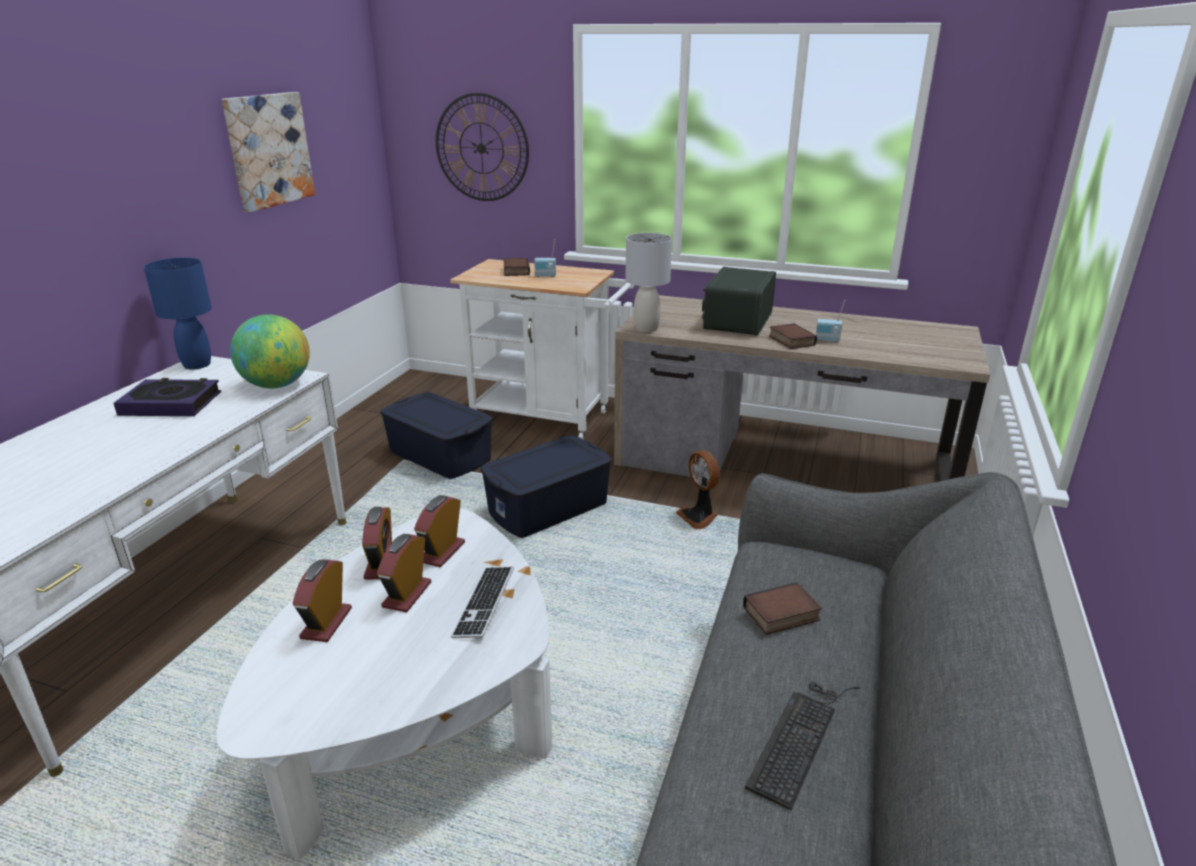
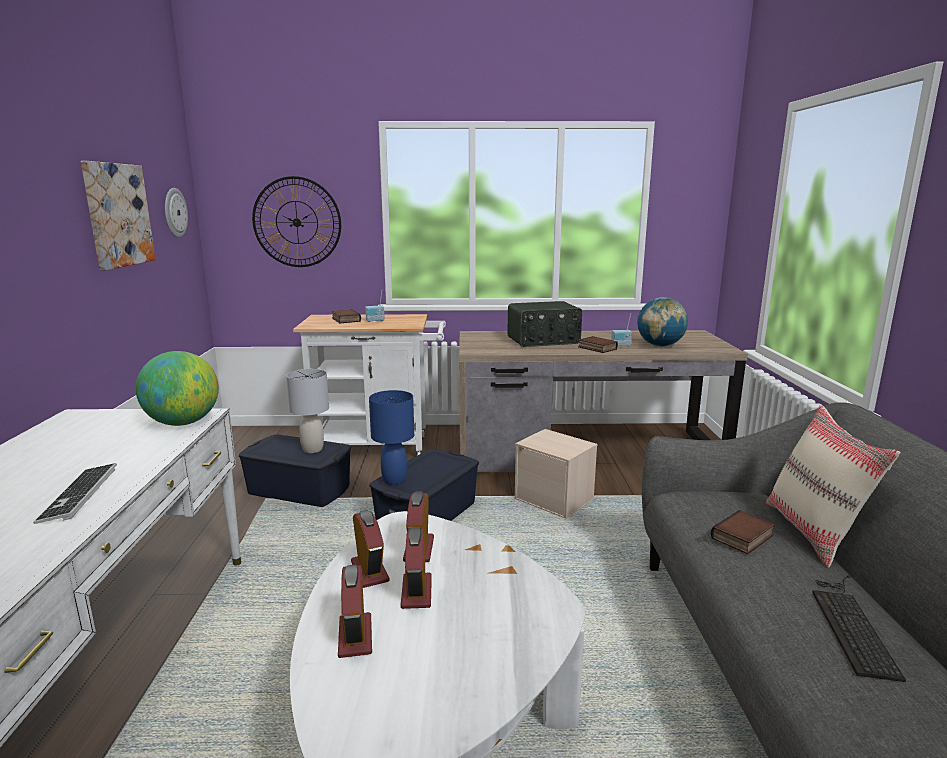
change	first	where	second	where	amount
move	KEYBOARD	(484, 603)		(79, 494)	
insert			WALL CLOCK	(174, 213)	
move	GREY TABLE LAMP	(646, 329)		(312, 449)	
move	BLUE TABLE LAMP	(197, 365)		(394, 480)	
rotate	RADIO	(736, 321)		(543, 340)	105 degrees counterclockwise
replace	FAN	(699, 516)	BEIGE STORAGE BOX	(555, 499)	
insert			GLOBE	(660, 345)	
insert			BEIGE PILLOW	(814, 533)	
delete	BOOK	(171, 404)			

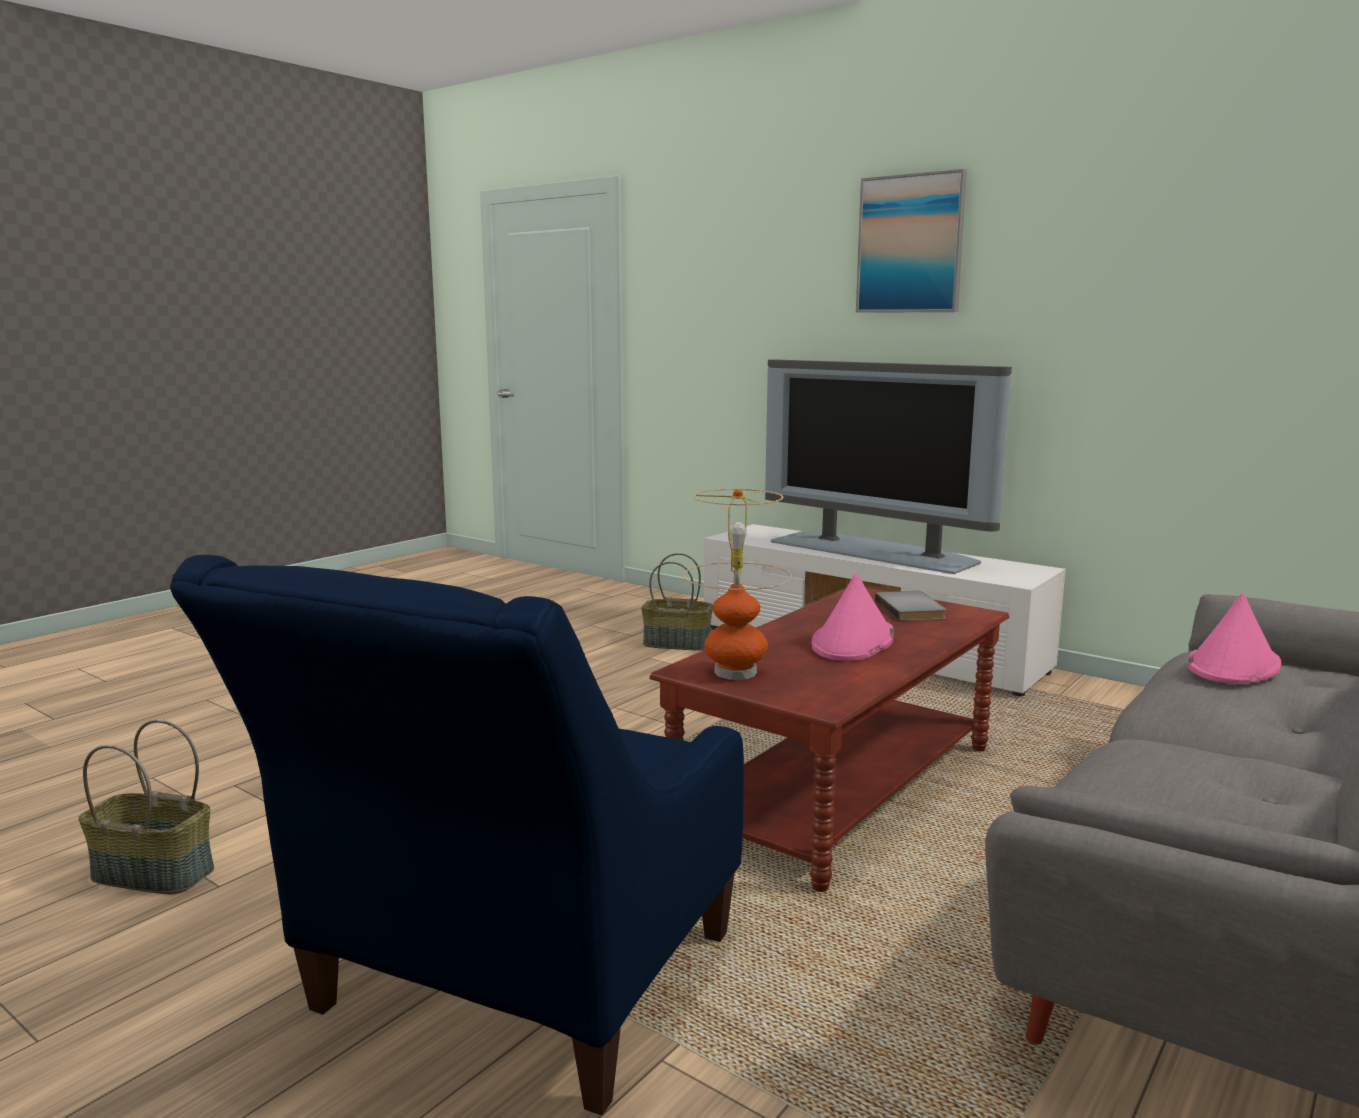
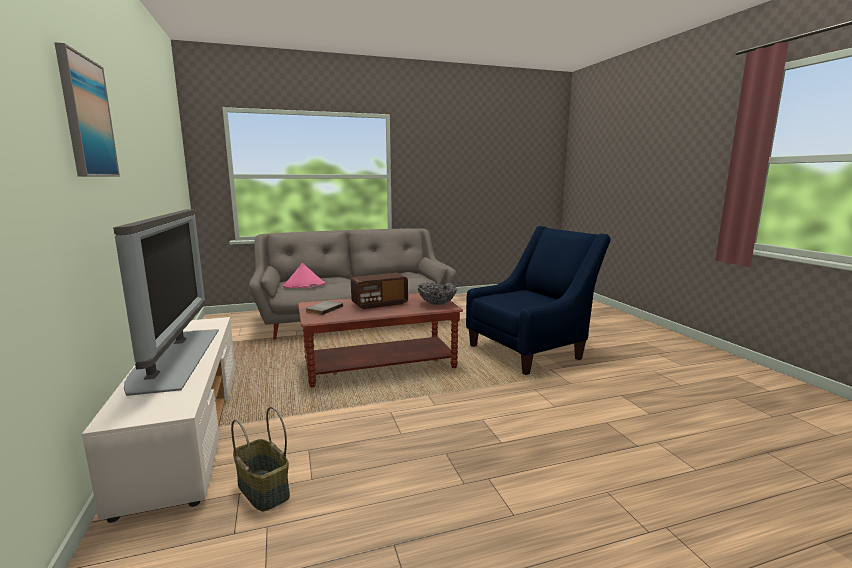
change	first	where	second	where	amount
replace	PINK HAT	(853, 642)	RADIO	(379, 304)	
replace	TABLE LAMP	(736, 672)	BOWL	(437, 303)	
delete	BASKET	(150, 874)			

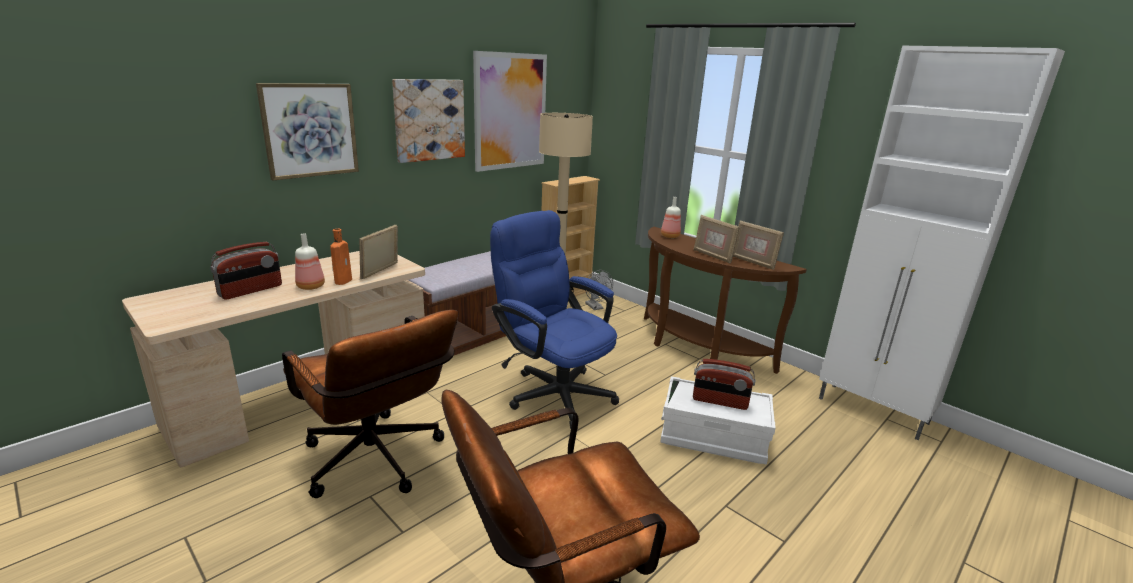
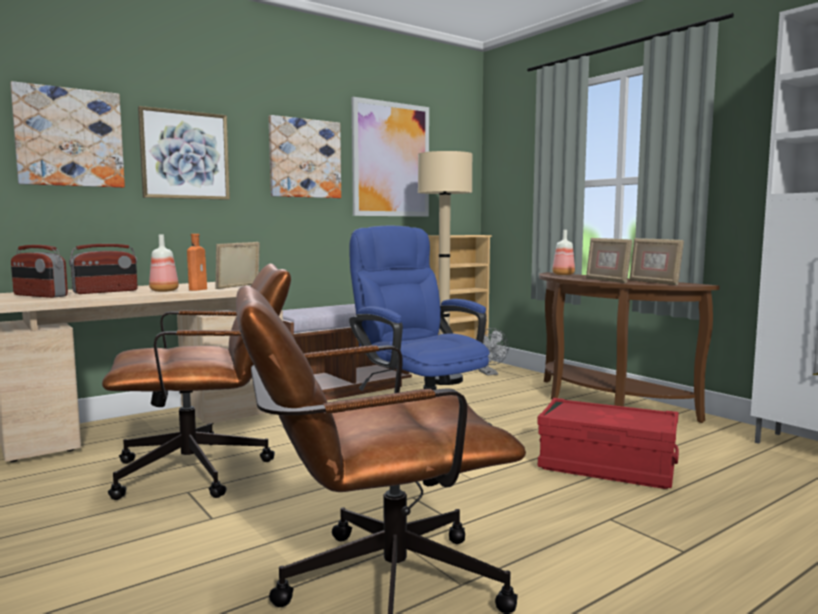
change	first	where	second	where	amount
insert			PICTURE	(69, 137)	
move	RADIO	(719, 402)		(40, 296)	
rotate	BROWN OFFICE CHAIR	(378, 463)		(206, 470)	75 degrees counterclockwise
recolor	WHITE STORAGE BOX	(713, 437)	RED STORAGE BOX	(606, 467)	

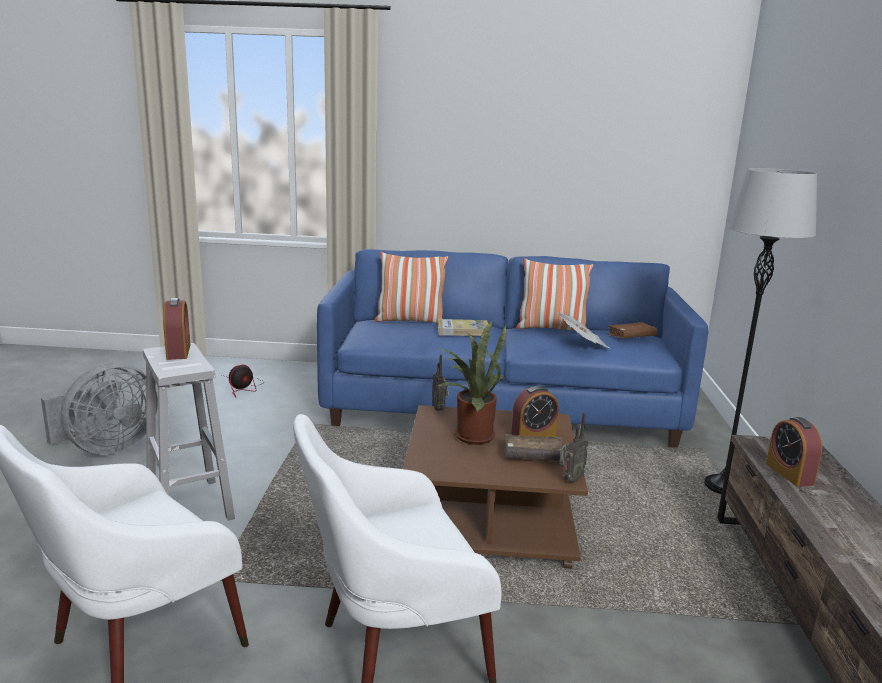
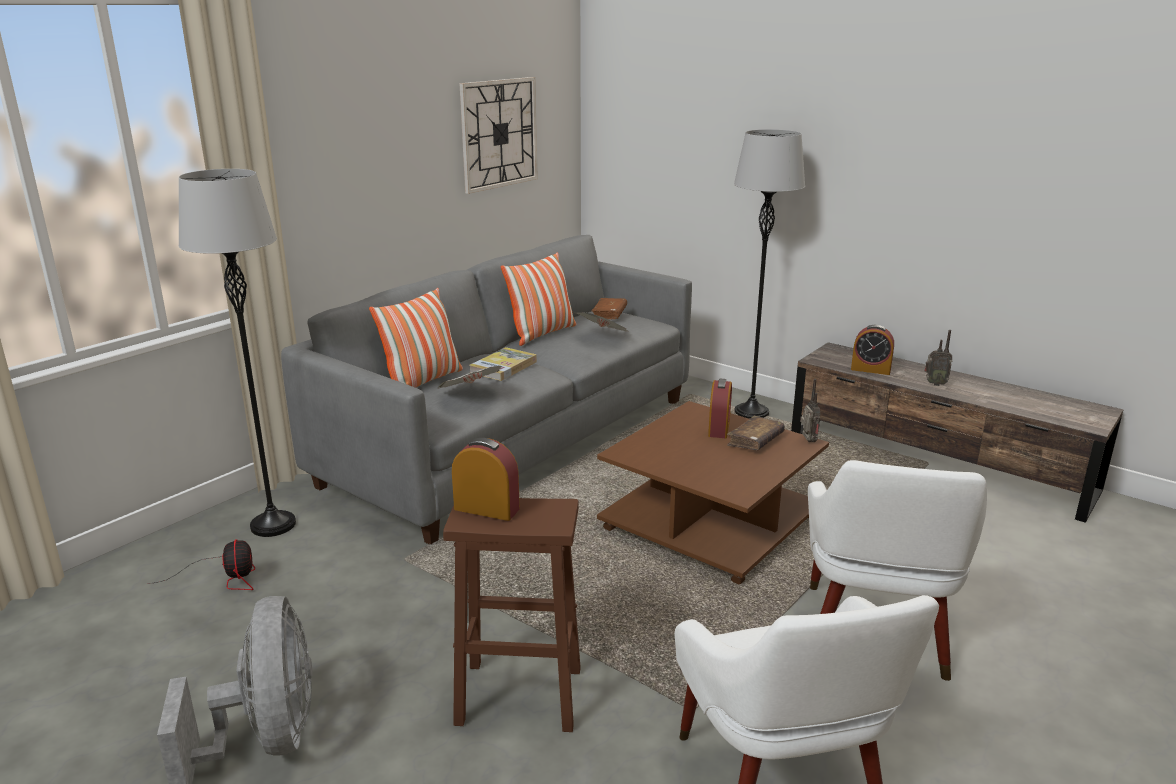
change	first	where	second	where	amount
insert			GREY FLOOR LAMP	(273, 525)	
recolor	BLUE SOFA	(501, 408)	GREY SOFA	(514, 441)	
insert			NEWSPAPER	(470, 394)	
recolor	WHITE STOOL	(189, 505)	BROWN STOOL	(517, 696)	
insert			WALL CLOCK	(499, 134)	
move	RADIO	(439, 409)		(934, 383)	
delete	POTTED PLANT	(470, 435)			

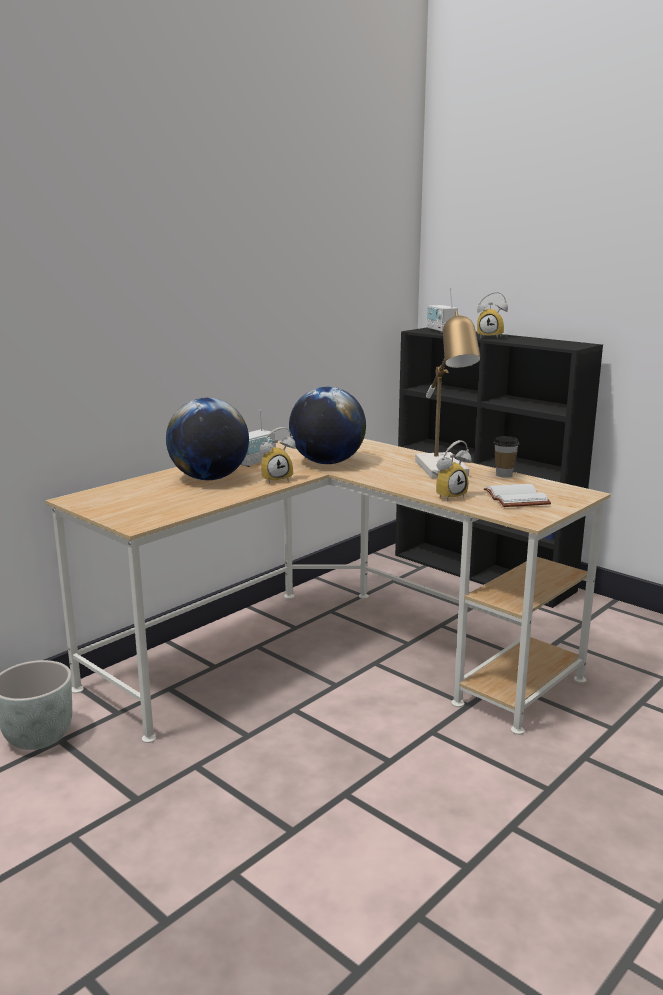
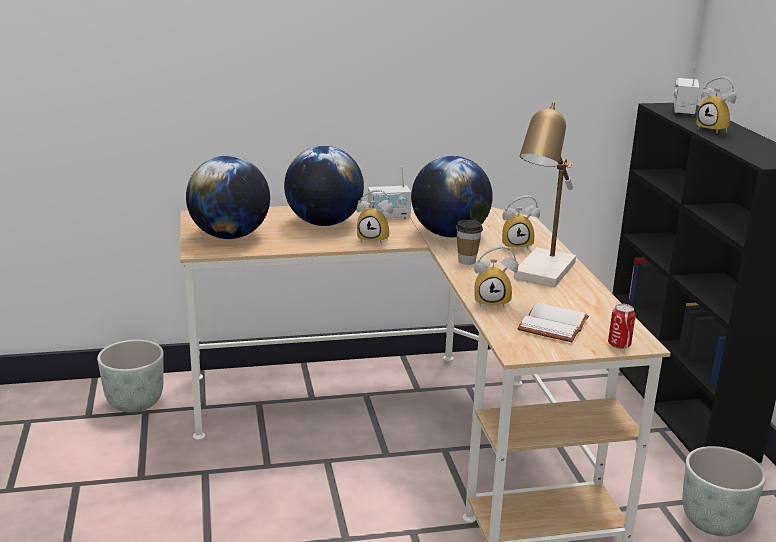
change	first	where	second	where	amount
insert			GLOBE	(229, 236)	
move	CUP	(504, 475)		(467, 261)	
insert			ALARM CLOCK	(517, 245)	
insert			CAN	(619, 344)	
insert			GREY PLANTER	(713, 522)	

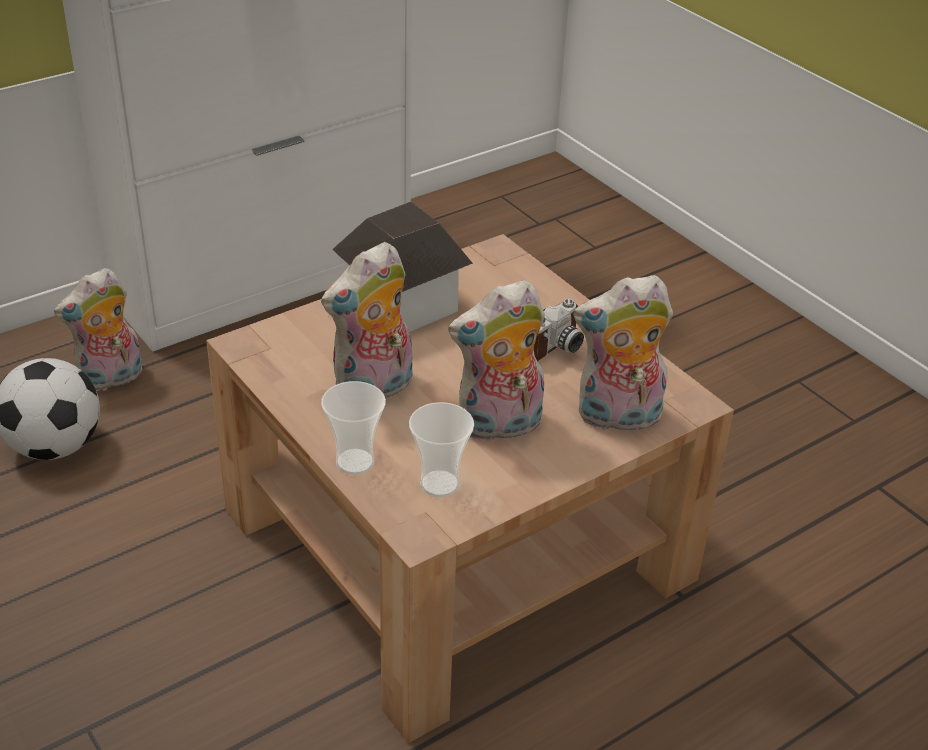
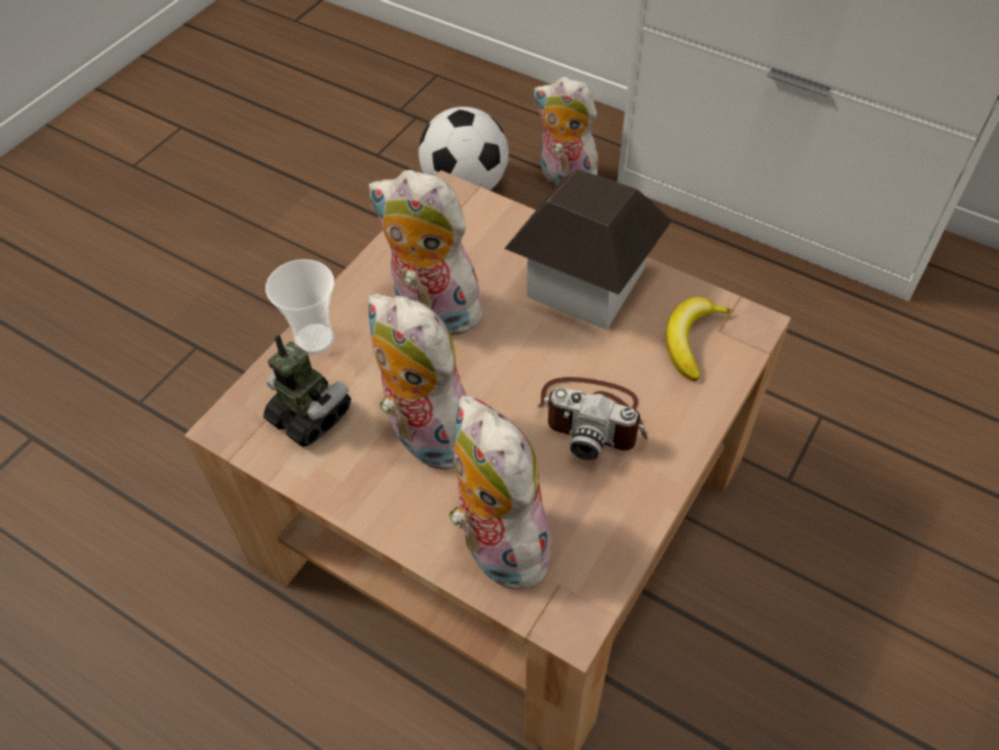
change	first	where	second	where	amount
replace	CUP	(439, 484)	TOY ROBOT	(310, 416)	
insert			BANANA	(691, 340)	

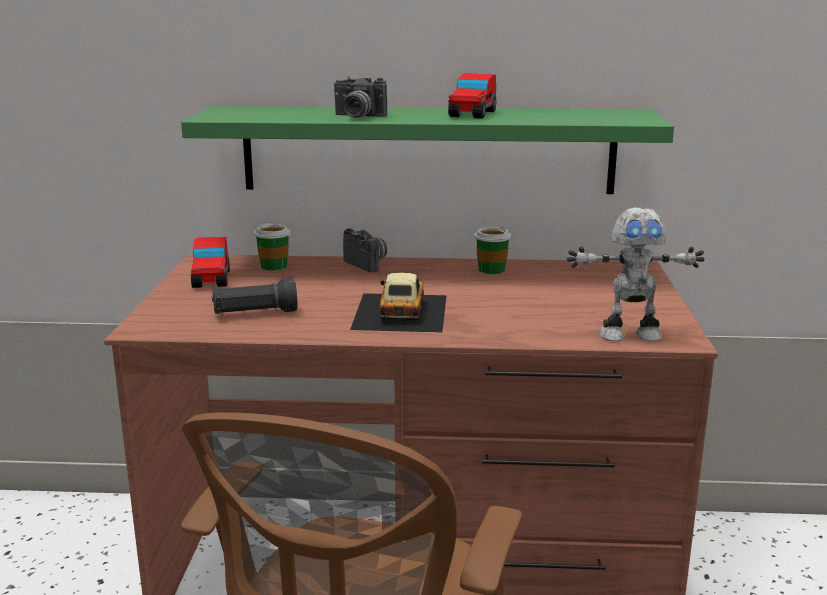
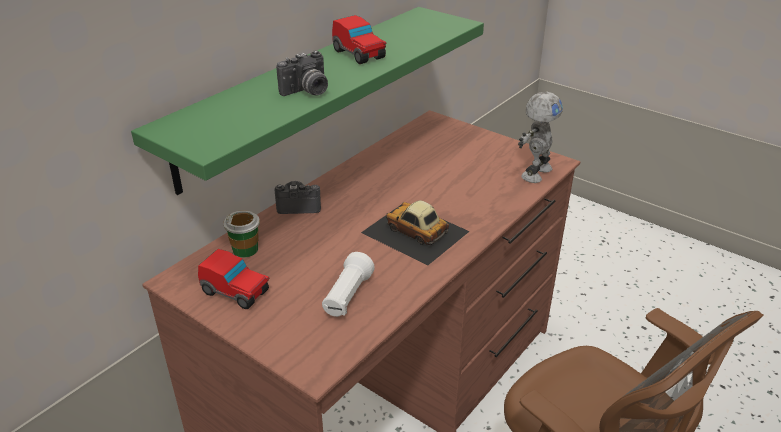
change	first	where	second	where	amount
recolor	BLACK FLASHLIGHT	(255, 313)	WHITE FLASHLIGHT	(347, 296)	
delete	CUP	(491, 270)			

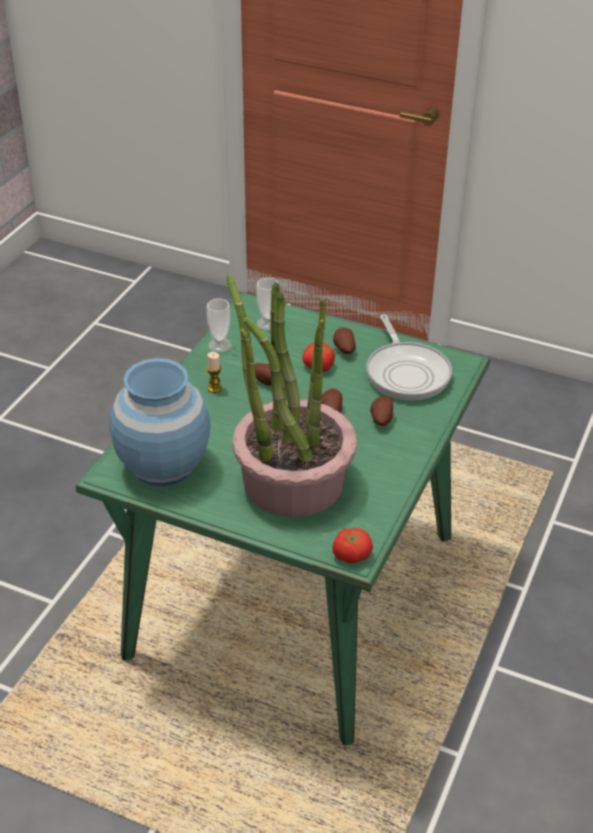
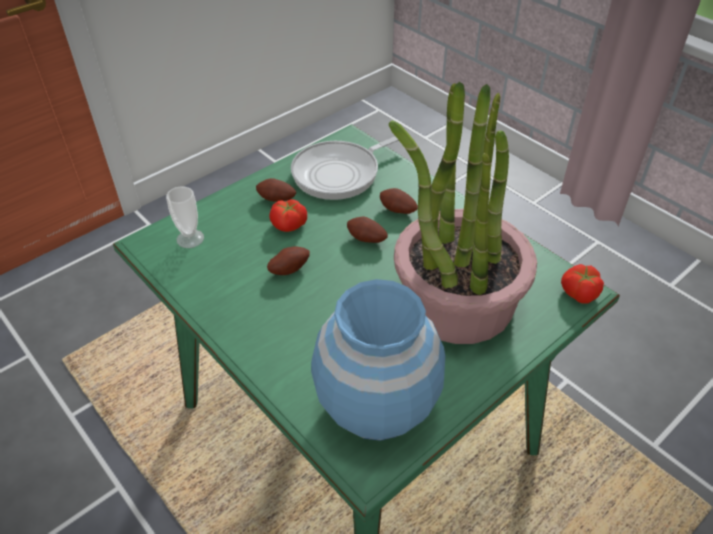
change	first	where	second	where	amount
rotate	FRYING PAN	(406, 372)		(340, 173)	135 degrees clockwise
delete	CUP	(219, 345)			
delete	CANDLE	(214, 388)			

